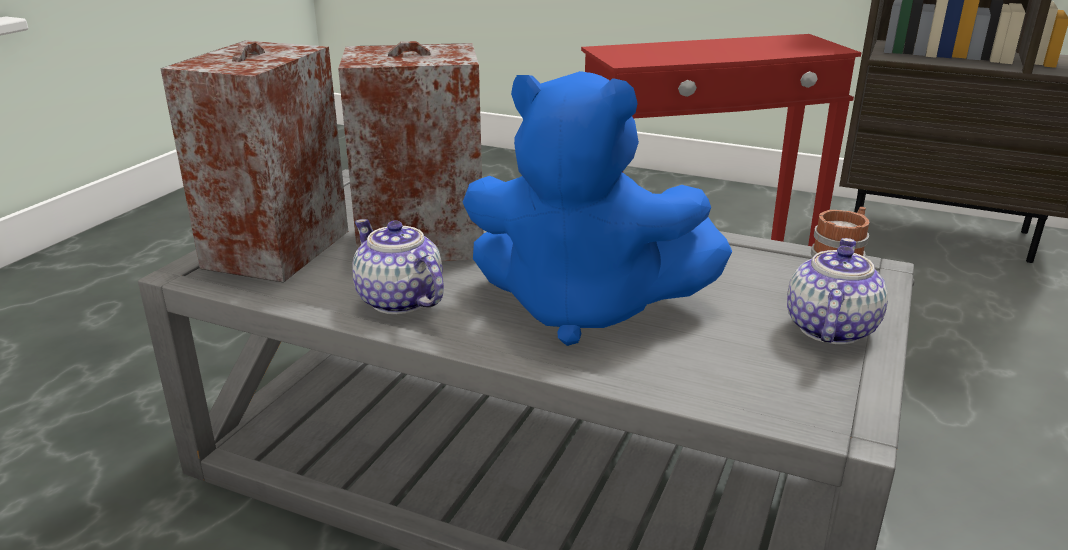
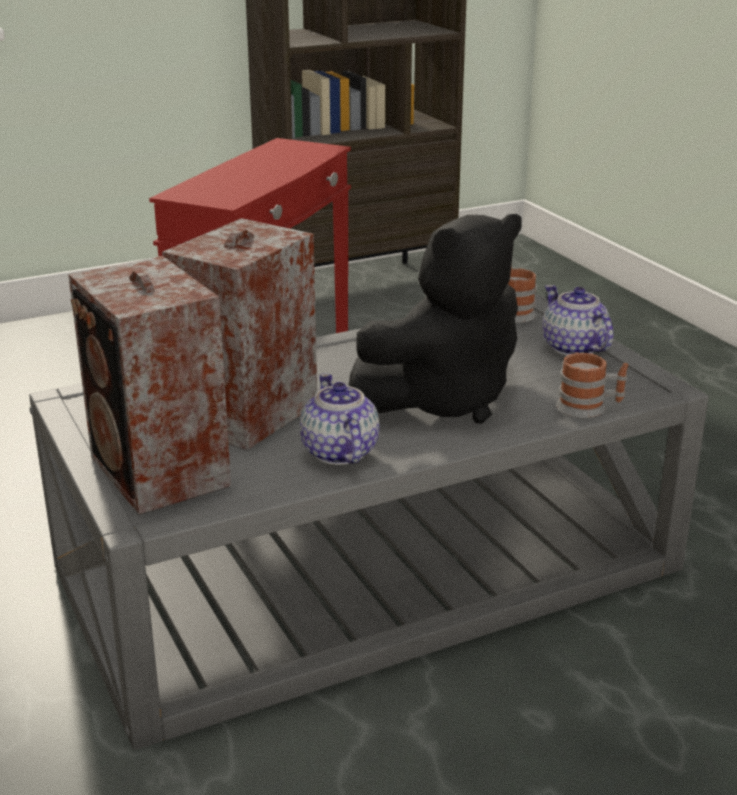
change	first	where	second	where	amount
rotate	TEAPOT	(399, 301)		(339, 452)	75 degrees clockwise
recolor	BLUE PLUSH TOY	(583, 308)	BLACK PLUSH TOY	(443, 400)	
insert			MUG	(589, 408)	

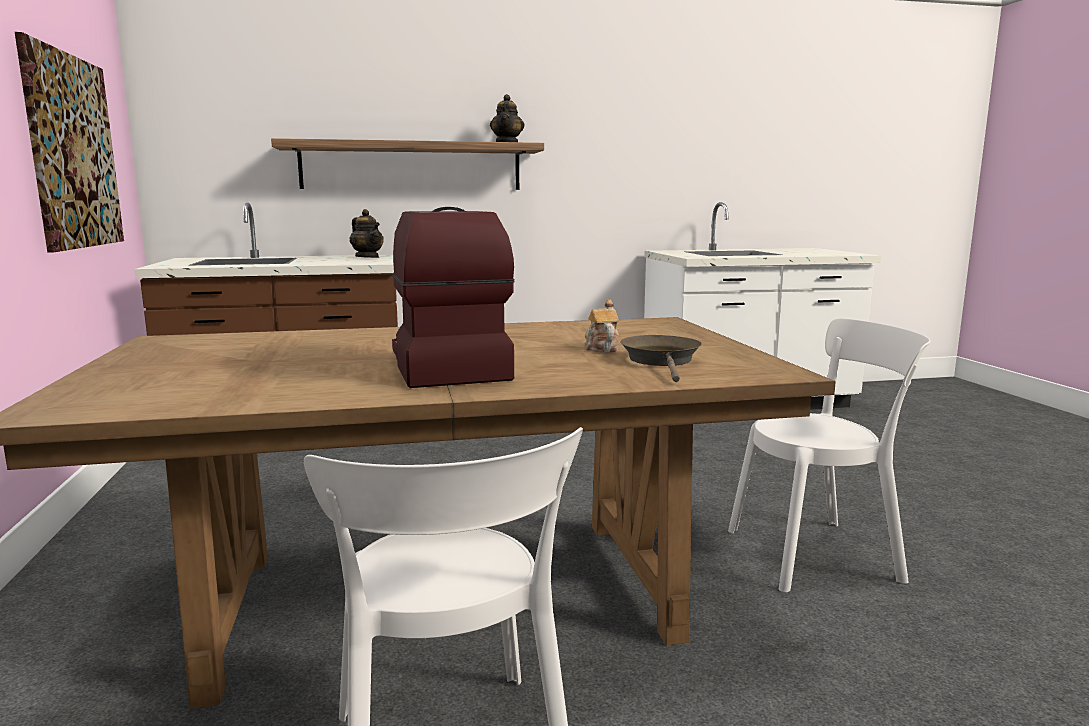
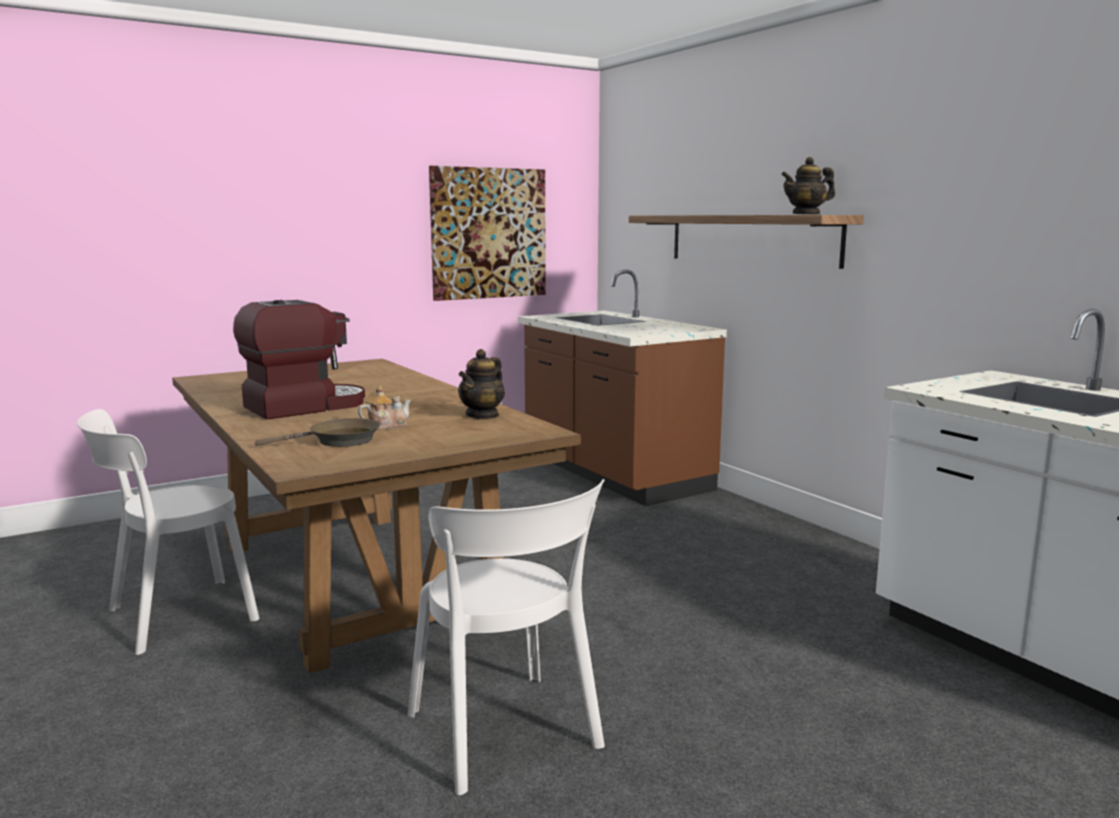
change	first	where	second	where	amount
move	TEAPOT	(367, 257)		(482, 415)	

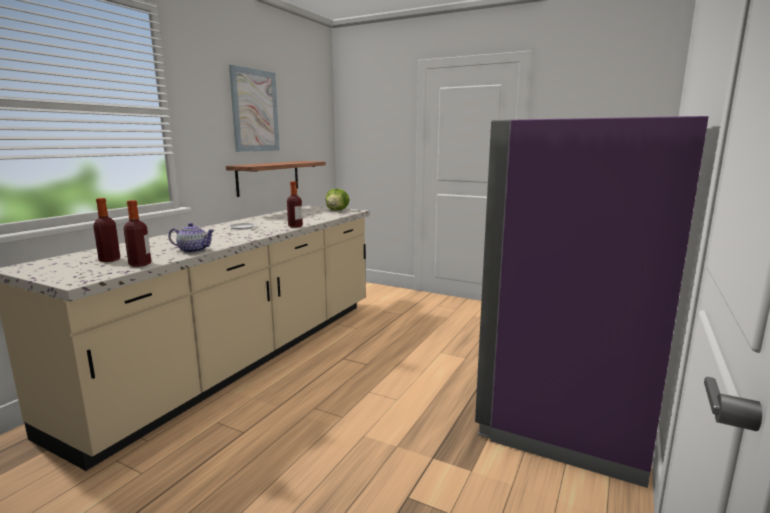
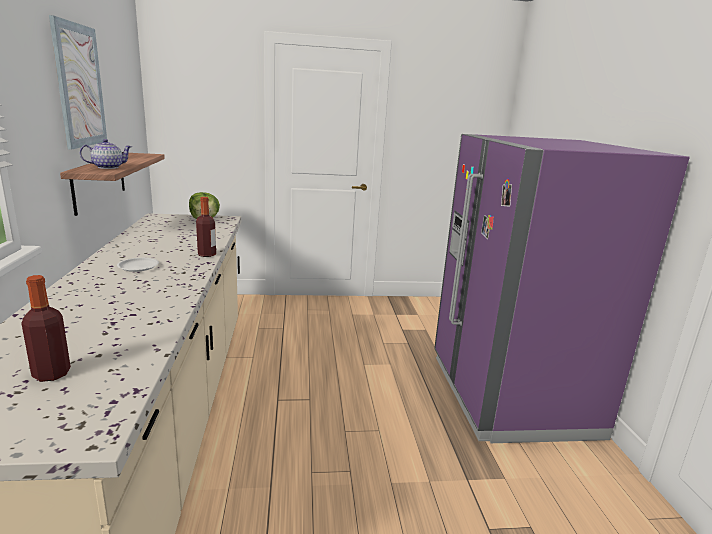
change	first	where	second	where	amount
move	TEAPOT	(193, 250)		(108, 167)	
delete	BOTTLE	(140, 264)			

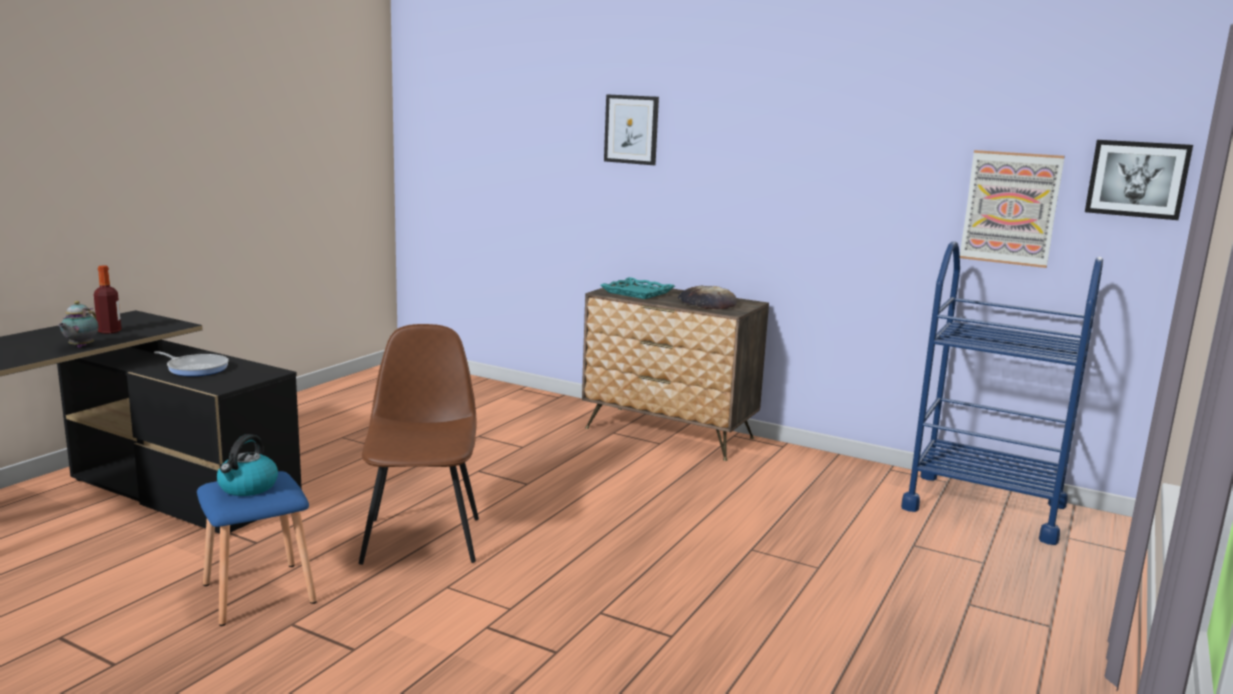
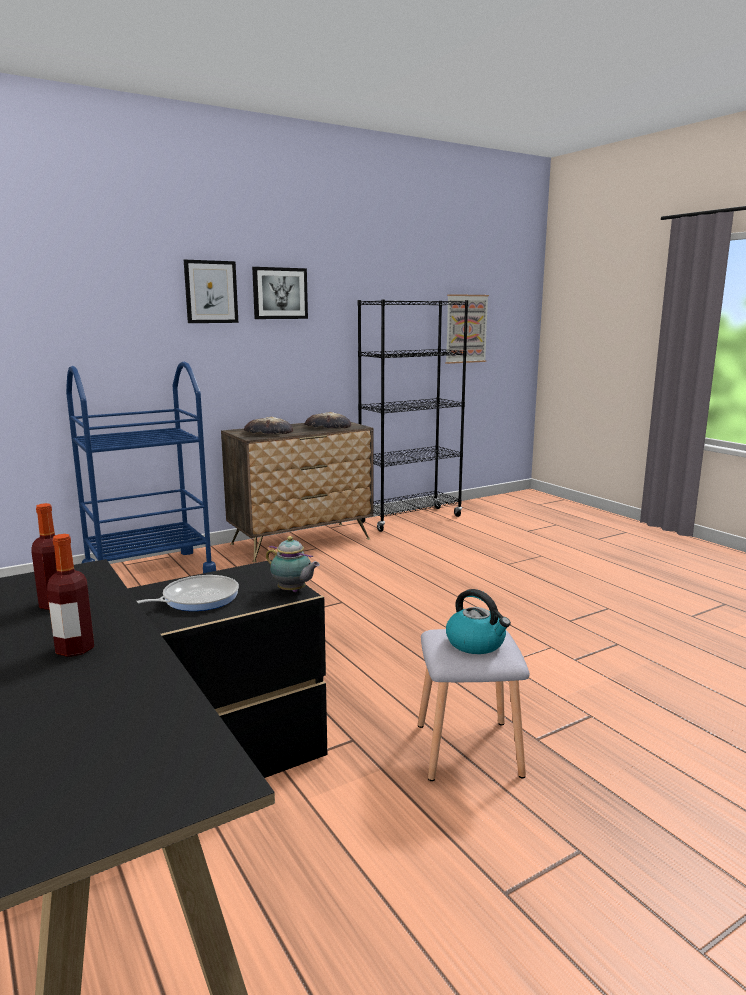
change	first	where	second	where	amount
insert			BOTTLE	(75, 649)	
move	BLUE CART	(984, 507)		(149, 572)	
replace	TURQUOISE TRAY	(637, 293)	BREAD	(268, 432)	
move	PICTURE	(1137, 179)		(279, 293)	
move	TEAPOT	(80, 347)		(293, 591)	
insert			BLACK BOOKCASE	(410, 519)	
recolor	BLUE STOOL	(257, 594)	GREY STOOL	(469, 751)	
delete	BROWN CHAIR	(422, 538)			

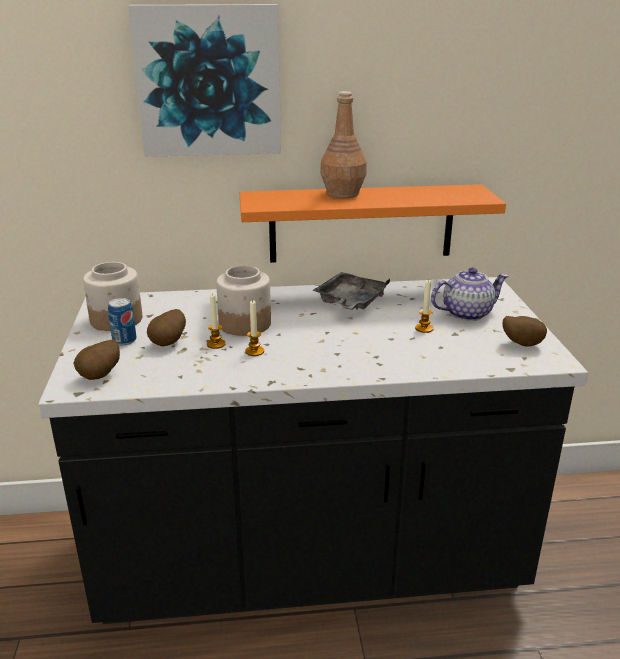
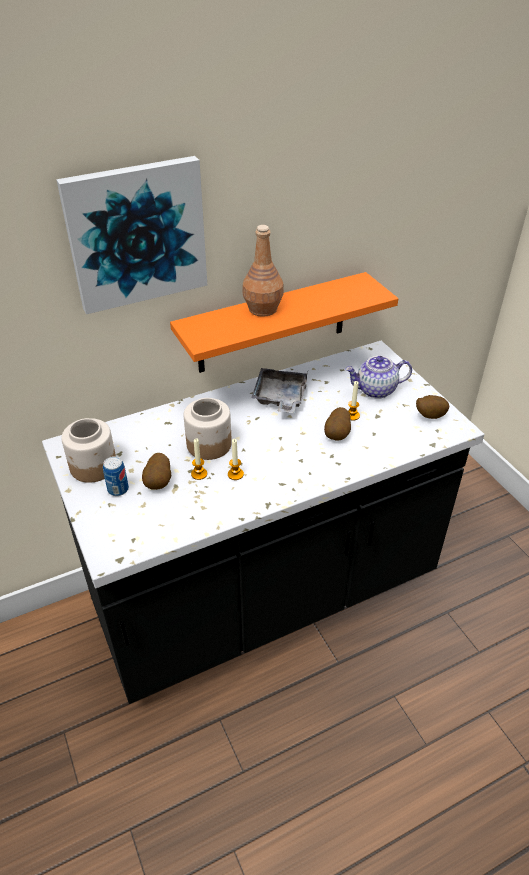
change	first	where	second	where	amount
move	POTATO	(101, 376)		(337, 435)	
rotate	TEAPOT	(467, 313)		(375, 390)	150 degrees counterclockwise

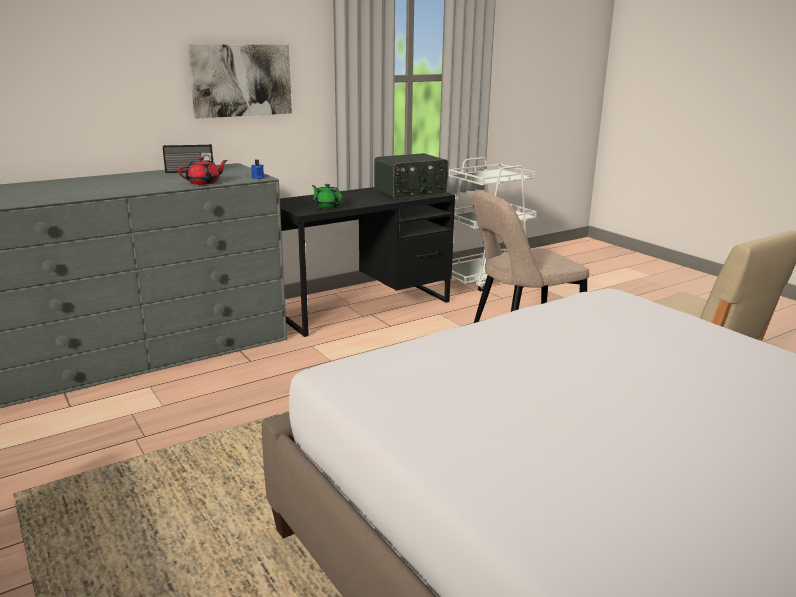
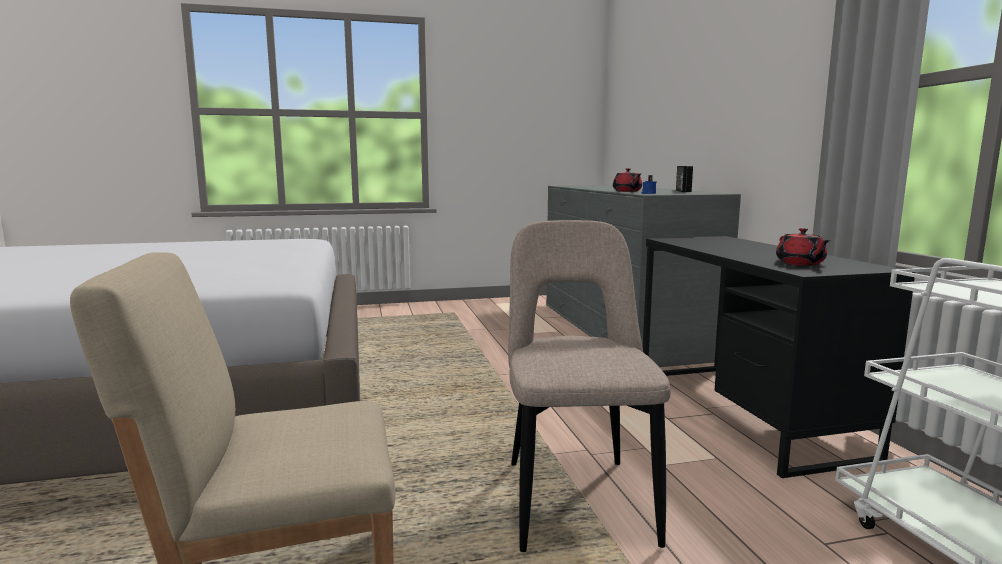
change	first	where	second	where	amount
replace	RADIO	(411, 193)	RED TEAPOT	(800, 263)	
delete	PICTURE	(241, 80)			
delete	GREEN TEAPOT	(327, 206)			

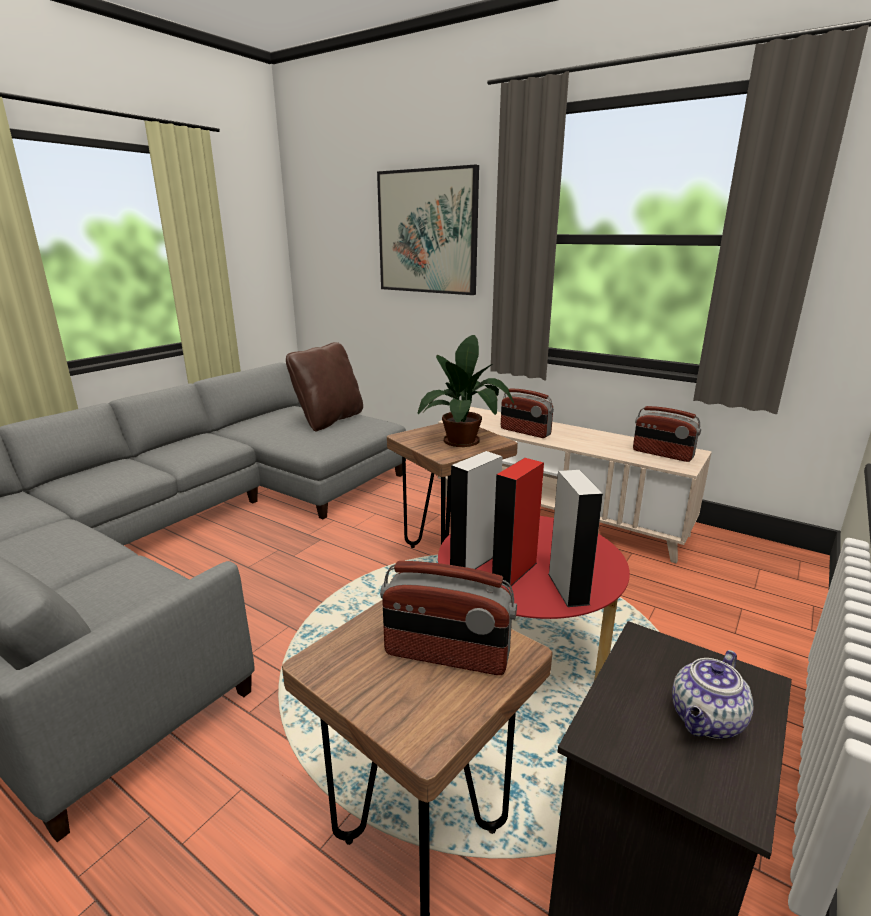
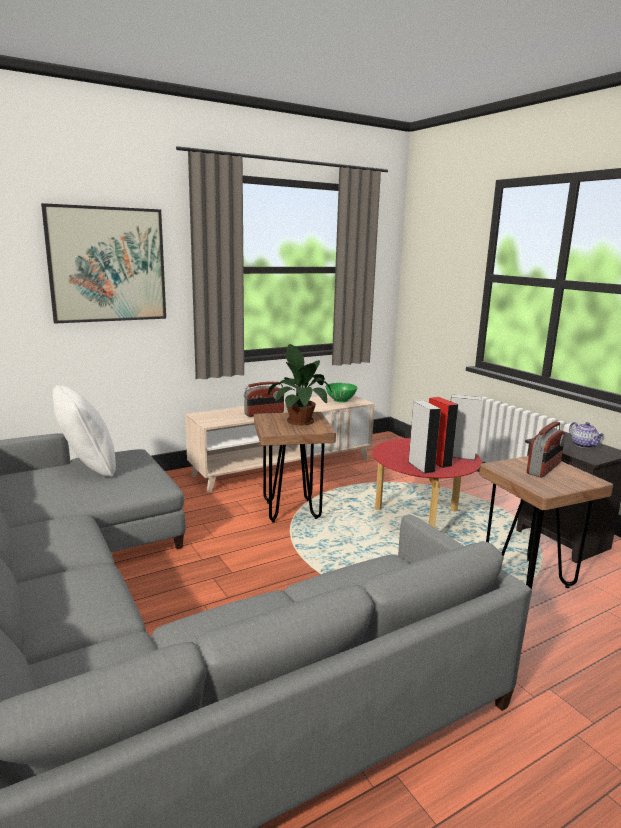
change	first	where	second	where	amount
recolor	BROWN PILLOW	(329, 420)	WHITE PILLOW	(87, 467)	
replace	RADIO	(662, 454)	GREEN BOWL	(340, 400)	

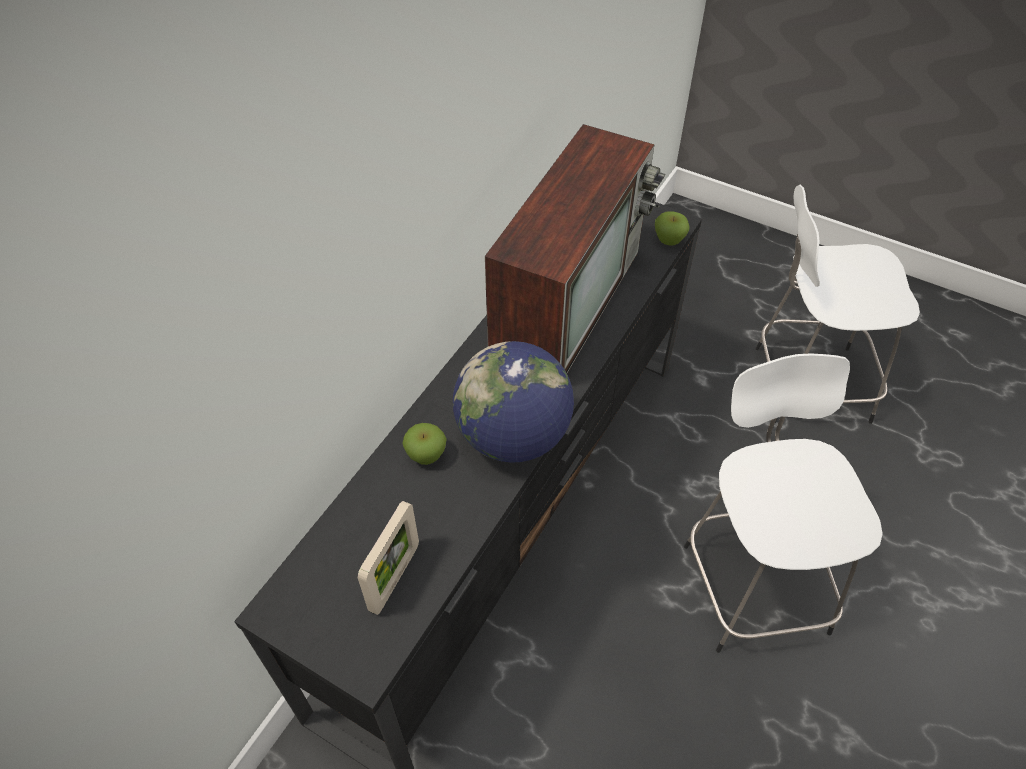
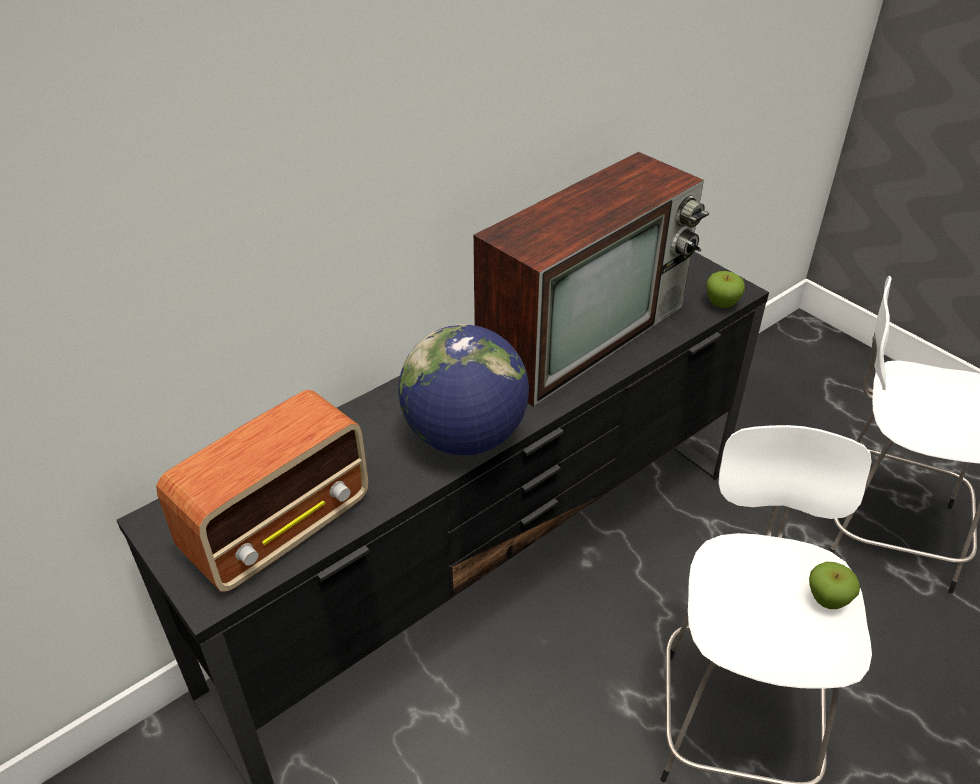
change	first	where	second	where	amount
replace	PICTURE FRAME	(395, 578)	RADIO	(281, 527)	
move	APPLE	(426, 455)		(827, 599)	

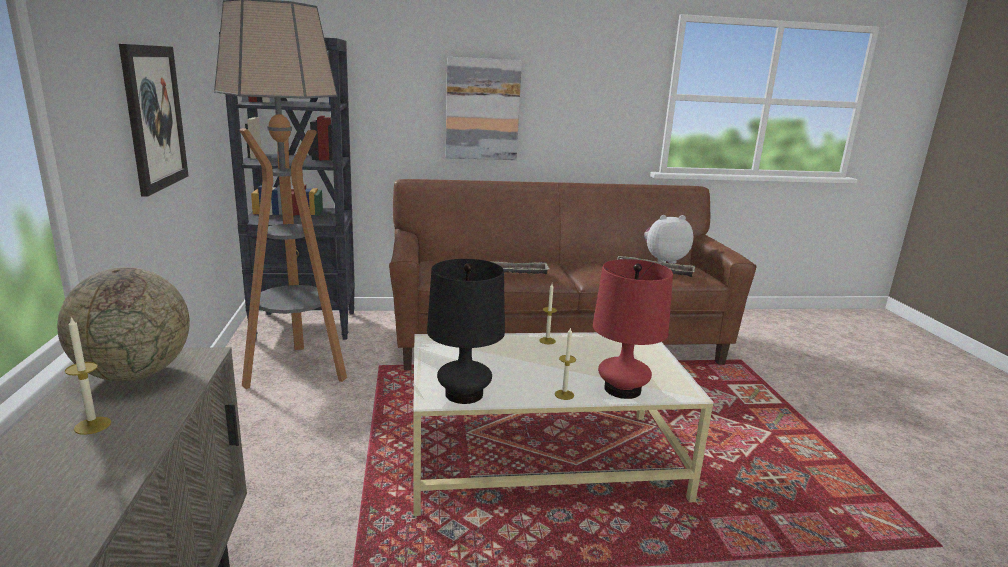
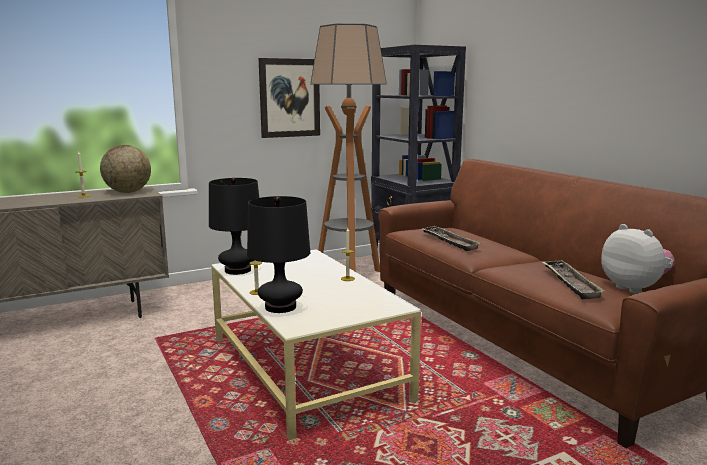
change	first	where	second	where	amount
recolor	RED TABLE LAMP	(622, 389)	BLACK TABLE LAMP	(280, 307)	
delete	PICTURE	(482, 109)			

